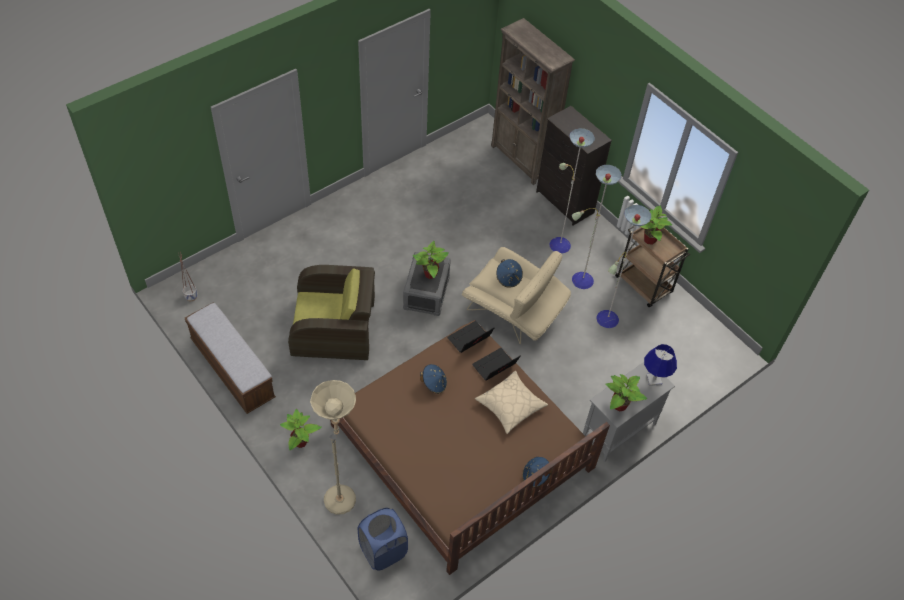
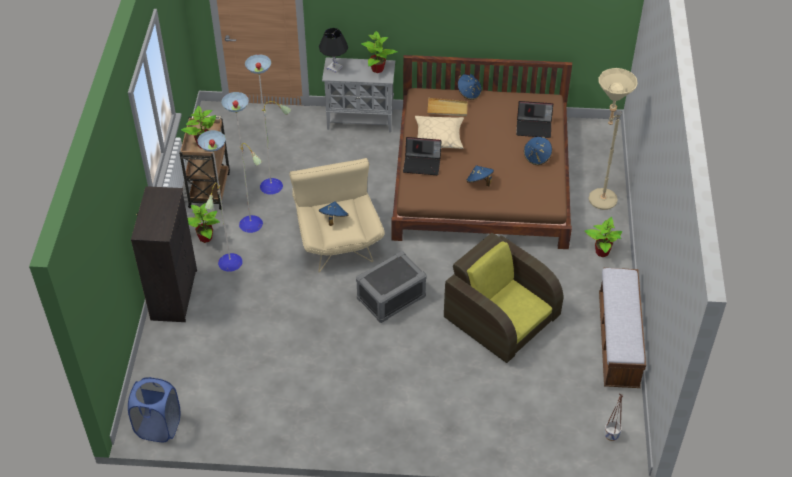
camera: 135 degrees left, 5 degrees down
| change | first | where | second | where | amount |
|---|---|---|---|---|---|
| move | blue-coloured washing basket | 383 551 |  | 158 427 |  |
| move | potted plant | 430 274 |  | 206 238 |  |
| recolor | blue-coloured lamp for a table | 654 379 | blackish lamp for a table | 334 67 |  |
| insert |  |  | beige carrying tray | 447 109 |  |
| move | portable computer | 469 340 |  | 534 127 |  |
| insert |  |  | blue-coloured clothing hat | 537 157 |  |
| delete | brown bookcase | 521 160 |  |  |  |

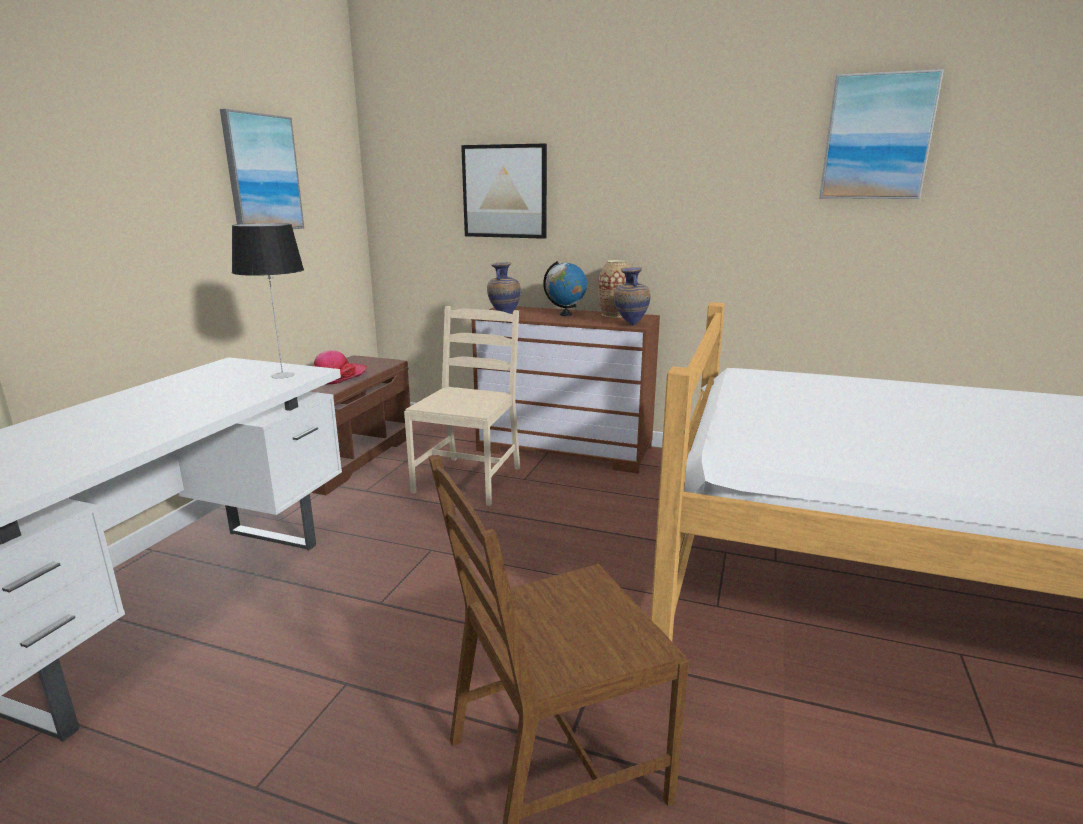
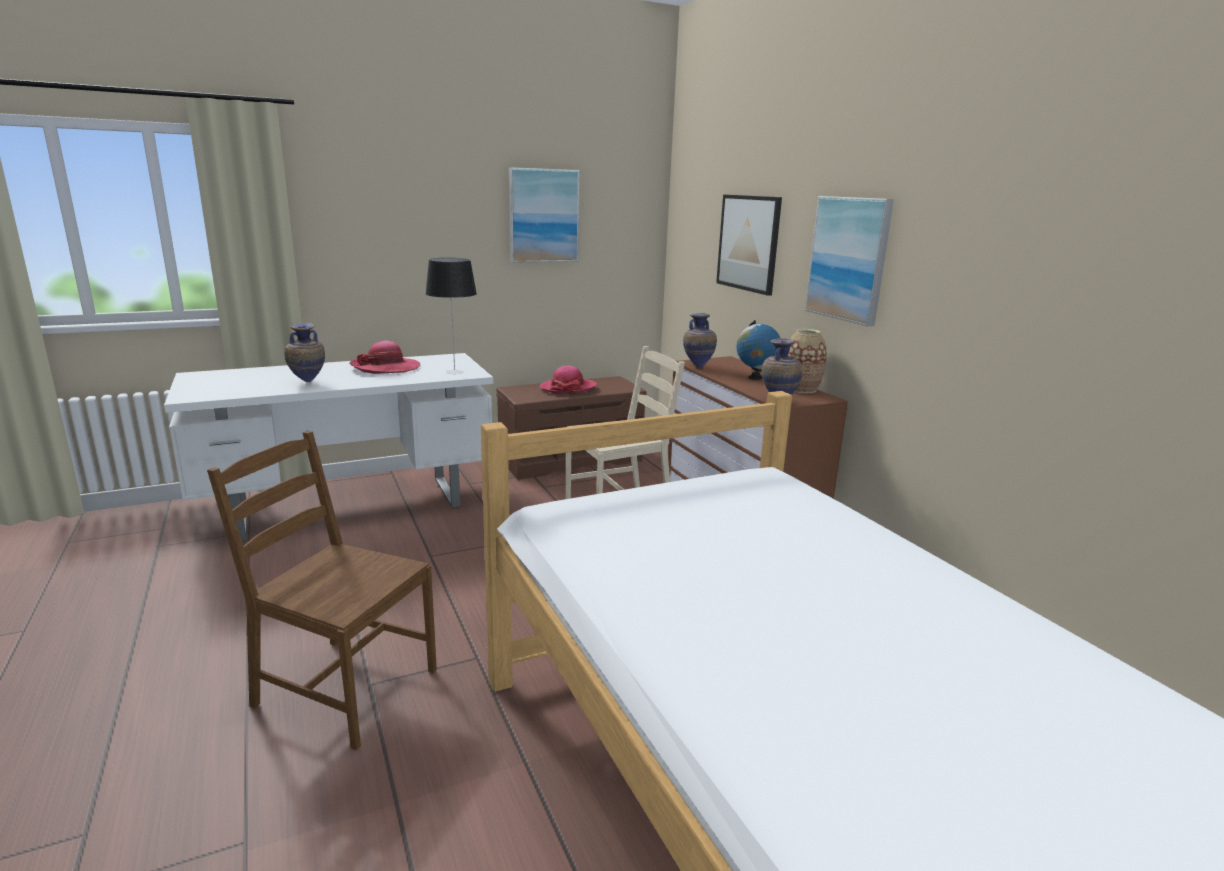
camera: 45 degrees right, 0 degrees up
| change | first | where | second | where | amount |
|---|---|---|---|---|---|
| insert |  |  | flower vase | 307 382 |  |
| insert |  |  | clothing hat | 386 368 |  |
| move | picture | 877 137 |  | 848 259 |  |

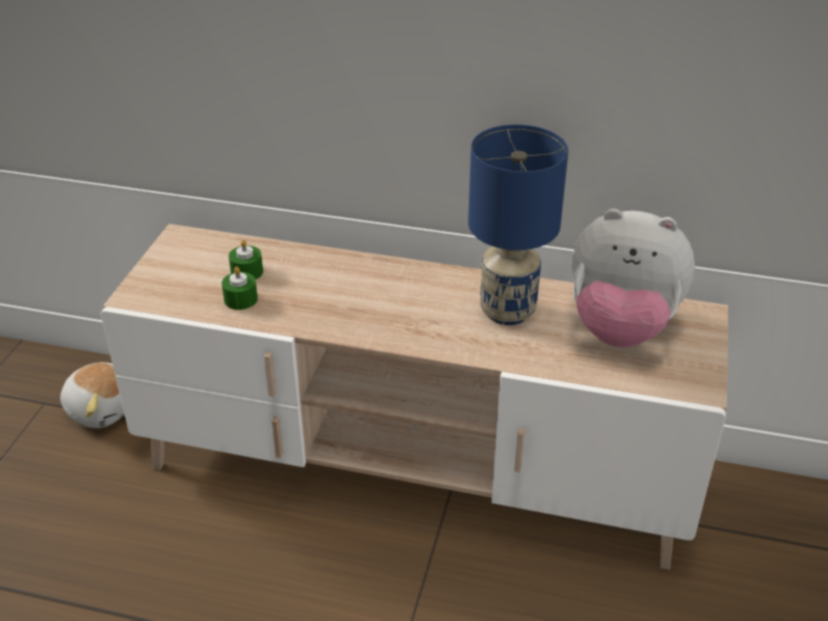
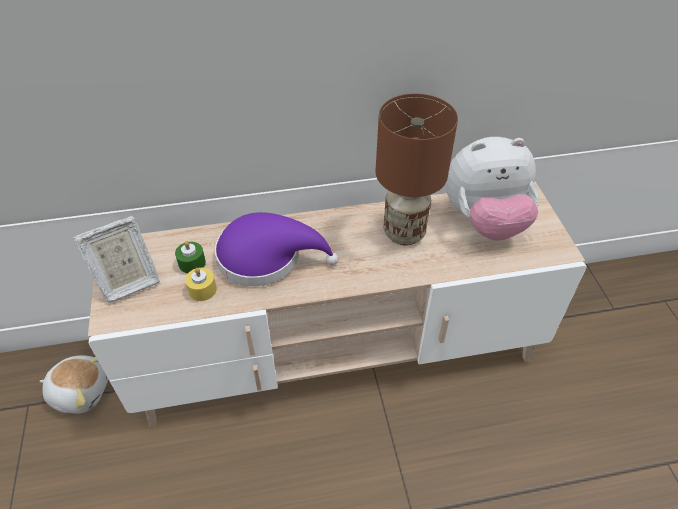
camera: 25 degrees left, 10 degrees up
| change | first | where | second | where | amount |
|---|---|---|---|---|---|
| insert |  |  | standing frame | 127 282 |  |
| recolor | greenish candle | 240 299 | yellowish candle | 202 290 |  |
| insert |  |  | purplish clothing hat | 266 257 |  |
| recolor | blue-coloured lamp for a table | 508 311 | brown lamp for a table | 404 232 |  |

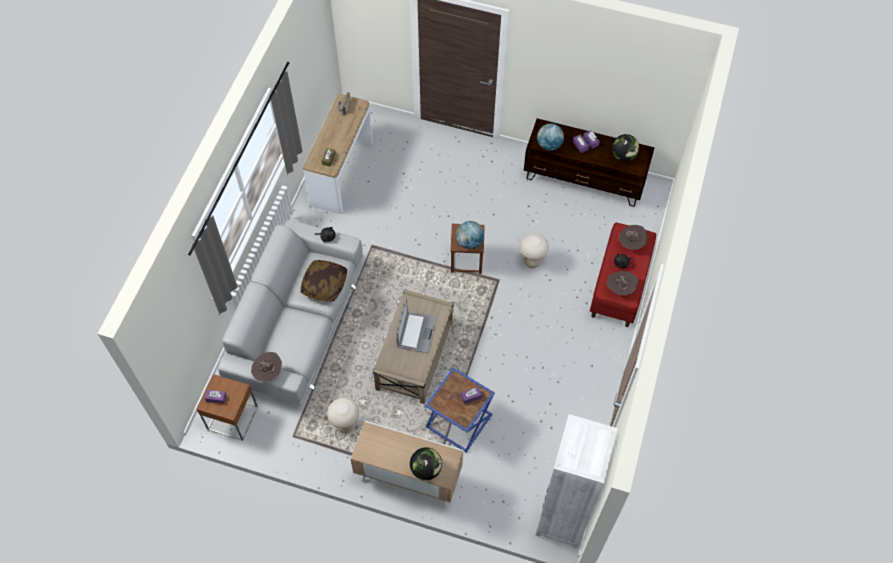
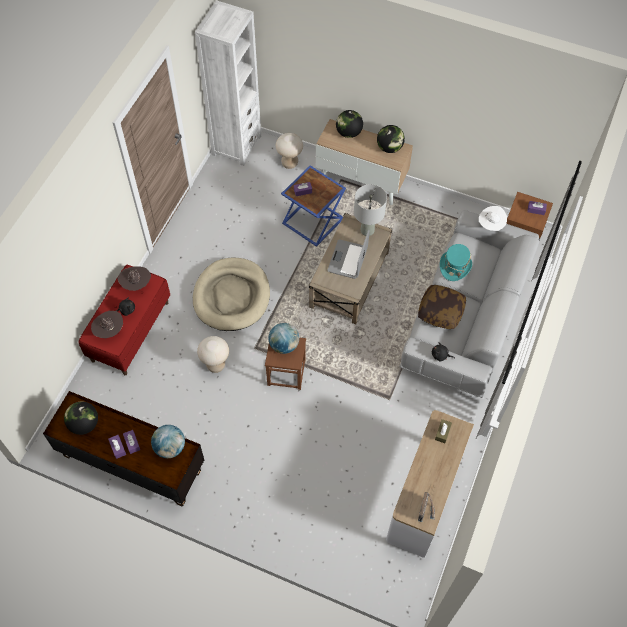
camera: 175 degrees left, 0 degrees up
| change | first | where | second | where | amount |
|---|---|---|---|---|---|
| insert |  |  | beige pet bed | 232 296 |  |
| move | beige stool | 345 425 |  | 289 163 |  |
| insert |  |  | gray lamp for a table | 367 231 |  |
| insert |  |  | world globe | 389 148 |  |
| insert |  |  | blue-green clothing hat | 455 266 |  |
| recolor | brown clothing hat | 268 372 | white clothing hat | 490 225 |  |

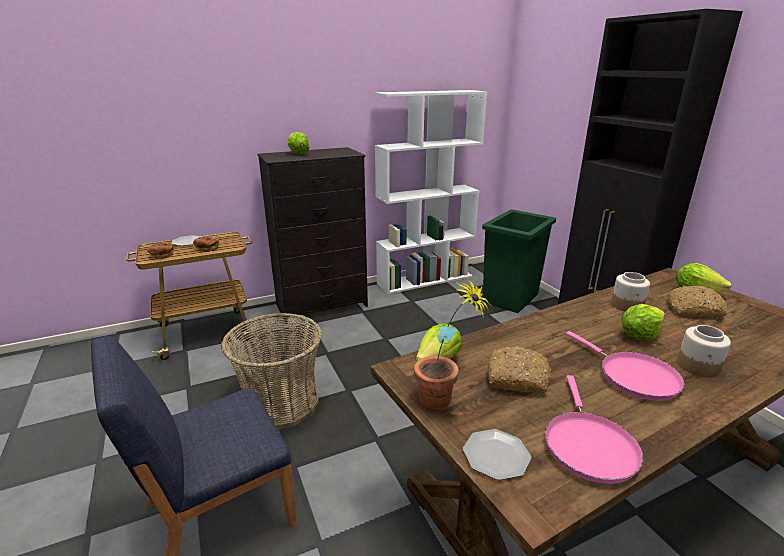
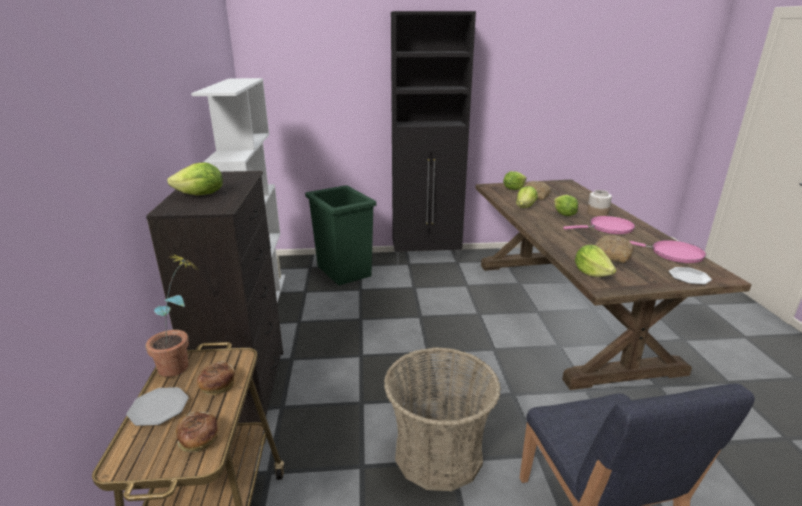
camera: 70 degrees left, 0 degrees up
| change | first | where | second | where | amount |
|---|---|---|---|---|---|
| move | potted plant | 443 403 |  | 183 364 |  |
| replace | jar | 627 305 | lettuce head | 525 207 |  |

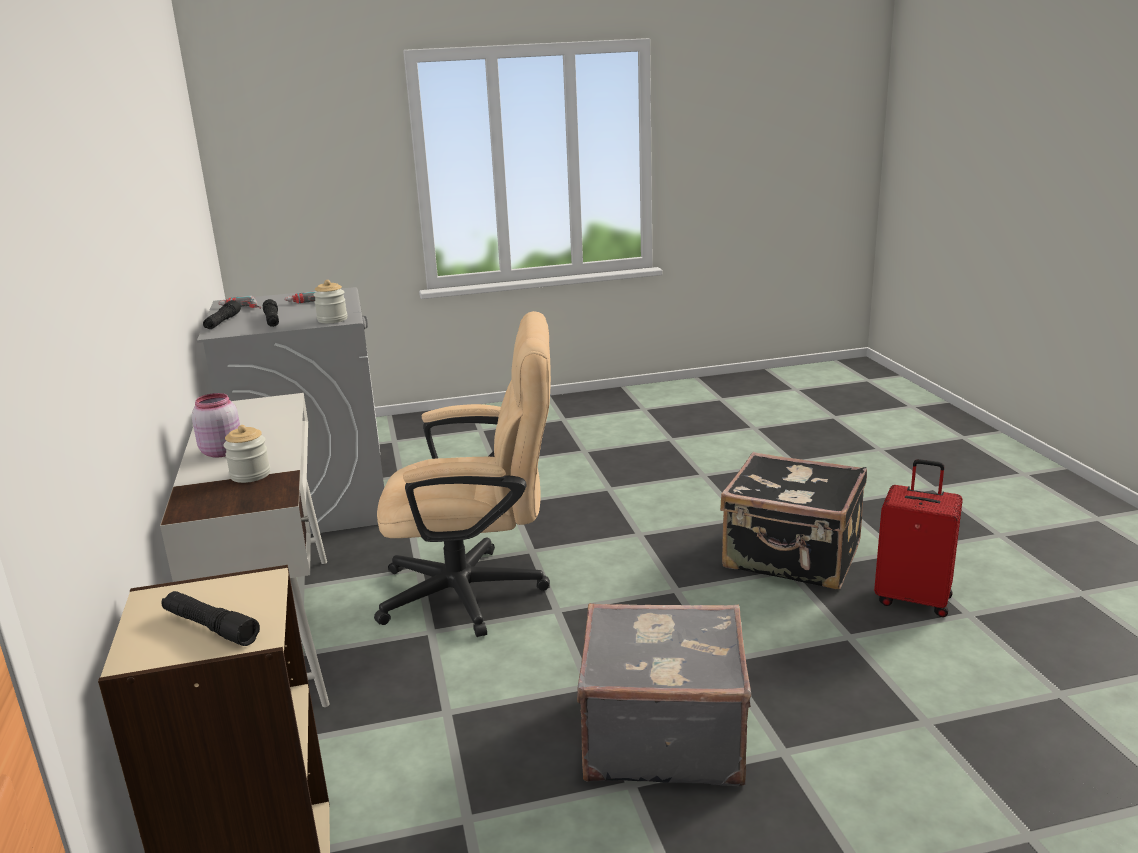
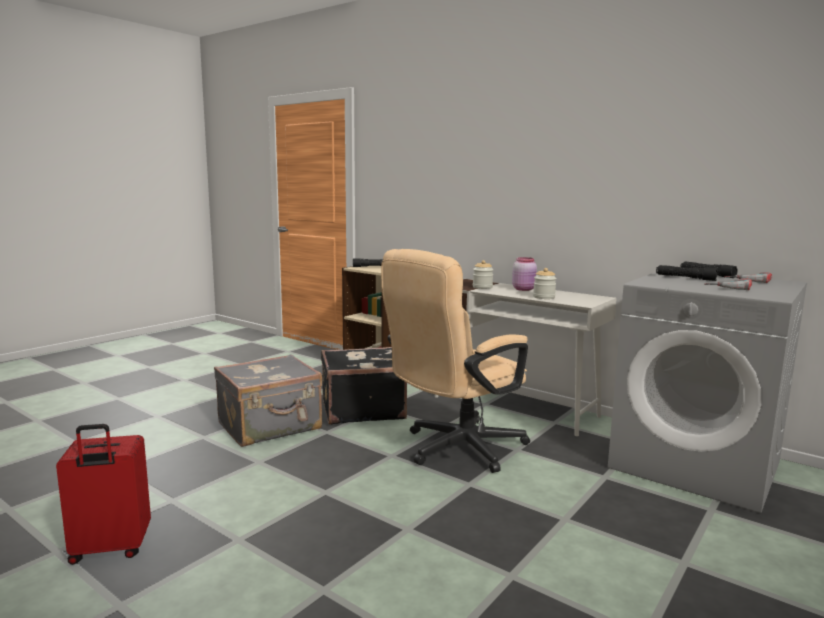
camera: 140 degrees right, 10 degrees down
| change | first | where | second | where | amount |
|---|---|---|---|---|---|
| move | blackish travel case | 792 557 |  | 362 409 |  |
| move | jar | 332 319 |  | 544 297 |  |

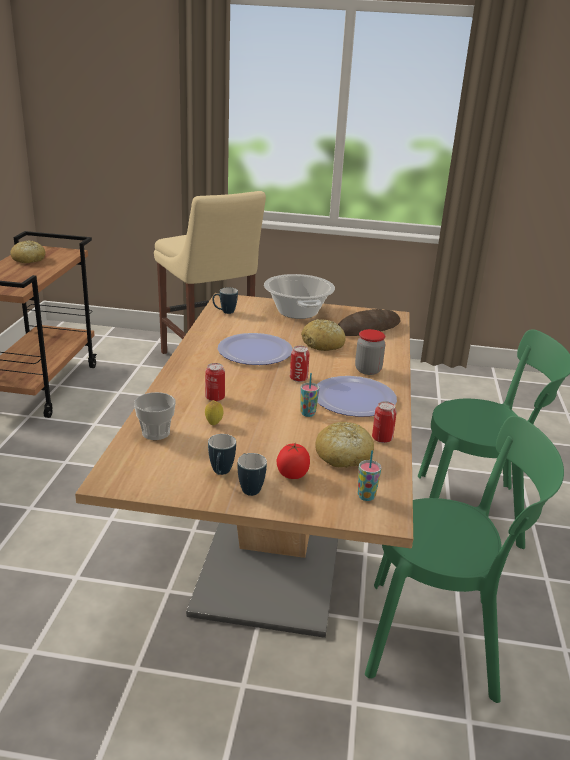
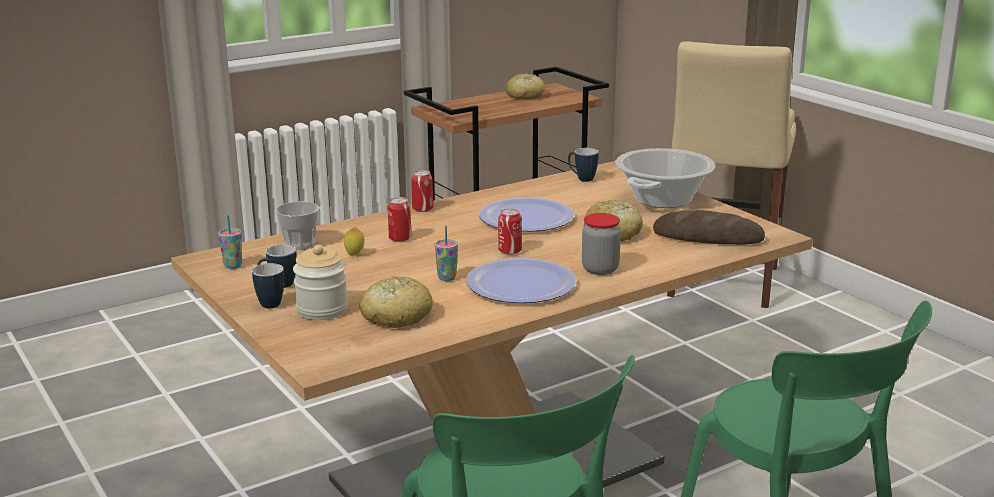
camera: 50 degrees right, 5 degrees down
| change | first | where | second | where | amount |
|---|---|---|---|---|---|
| move | cup | 366 496 |  | 233 266 |  |
| replace | whole tomato | 292 476 | jar | 322 310 |  |
| move | sealed can | 382 438 |  | 422 209 |  |

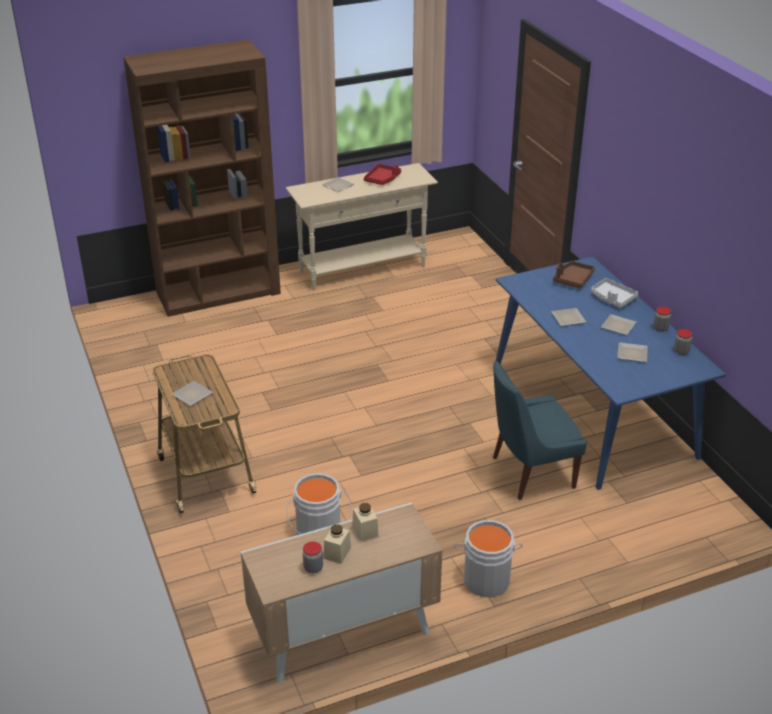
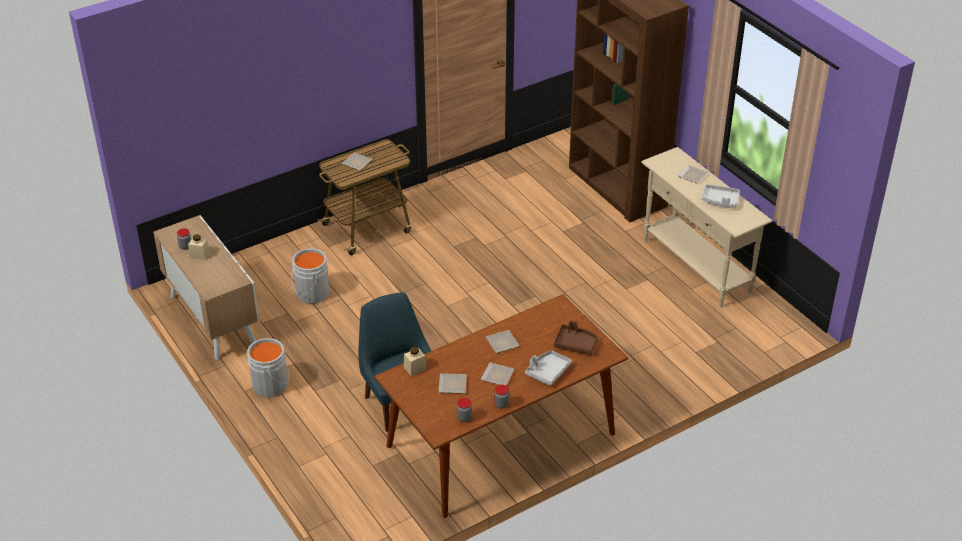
camera: 80 degrees right, 5 degrees up
| change | first | where | second | where | amount |
|---|---|---|---|---|---|
| recolor | blue-coloured dinner table | 592 411 | brown dinner table | 500 441 |  |
| move | beige jar | 365 531 |  | 415 368 |  |
| recolor | red-coloured carrying tray | 382 179 | gray carrying tray | 720 200 |  |

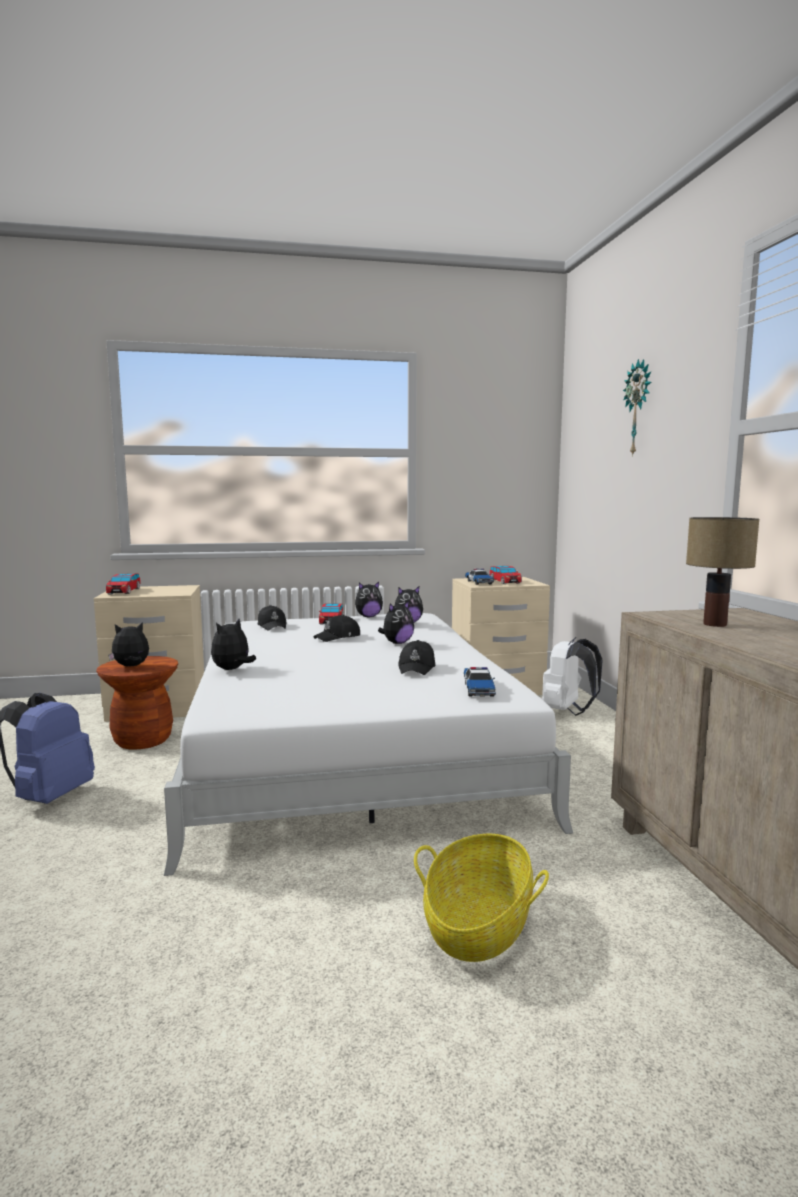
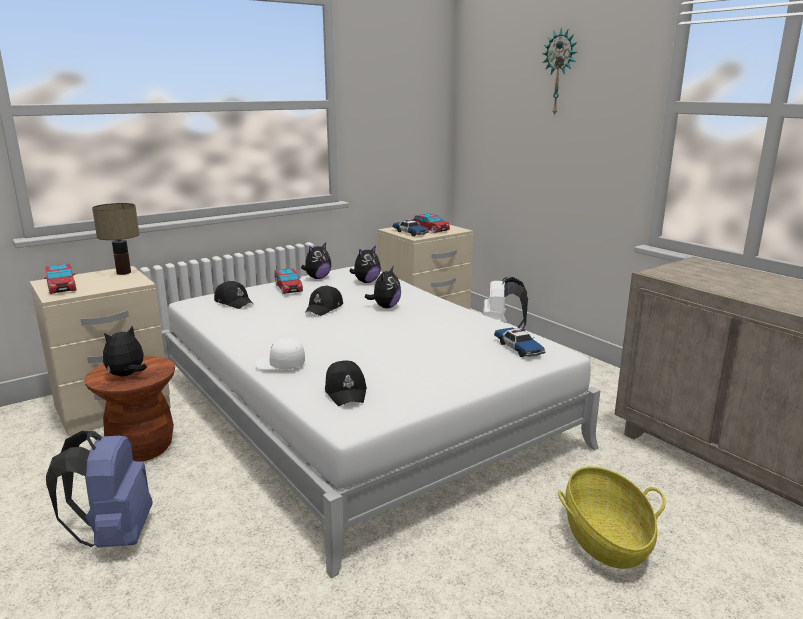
camera: 25 degrees left, 10 degrees up
| change | first | where | second | where | amount |
|---|---|---|---|---|---|
| move | lamp for a table | 714 624 |  | 123 273 |  |
| replace | cuddly toy | 232 669 | white baseball cap | 280 365 |  |
| move | blackish baseball cap | 417 668 |  | 346 391 |  |

